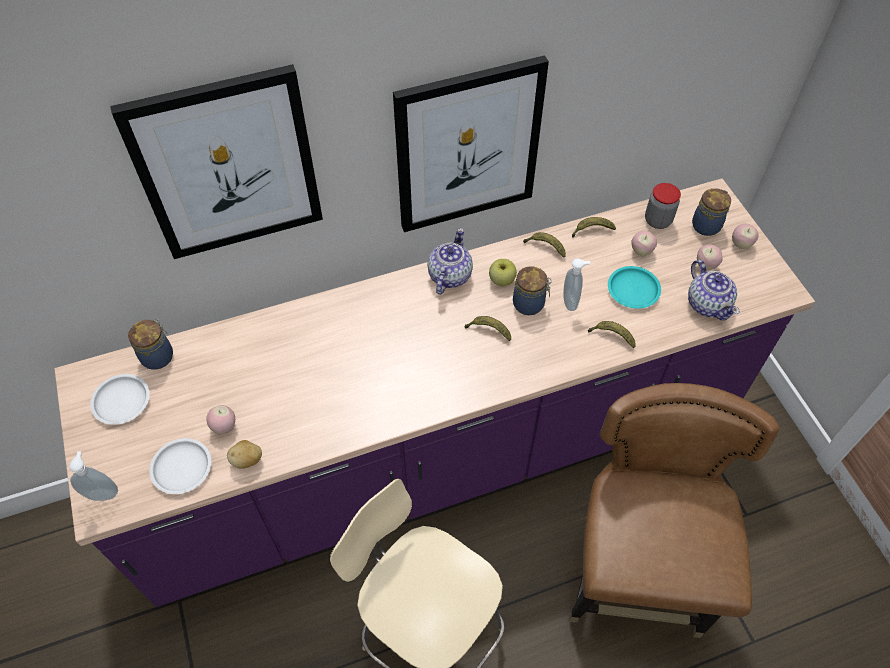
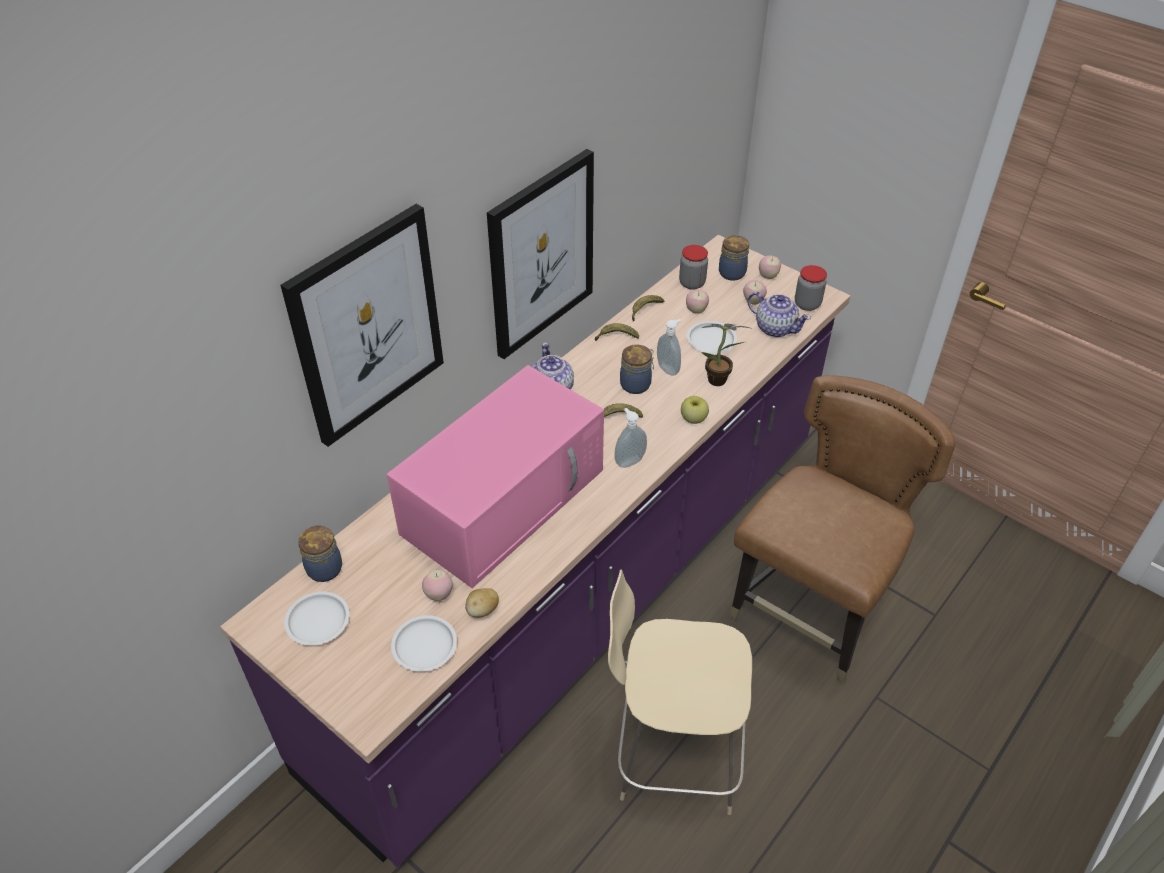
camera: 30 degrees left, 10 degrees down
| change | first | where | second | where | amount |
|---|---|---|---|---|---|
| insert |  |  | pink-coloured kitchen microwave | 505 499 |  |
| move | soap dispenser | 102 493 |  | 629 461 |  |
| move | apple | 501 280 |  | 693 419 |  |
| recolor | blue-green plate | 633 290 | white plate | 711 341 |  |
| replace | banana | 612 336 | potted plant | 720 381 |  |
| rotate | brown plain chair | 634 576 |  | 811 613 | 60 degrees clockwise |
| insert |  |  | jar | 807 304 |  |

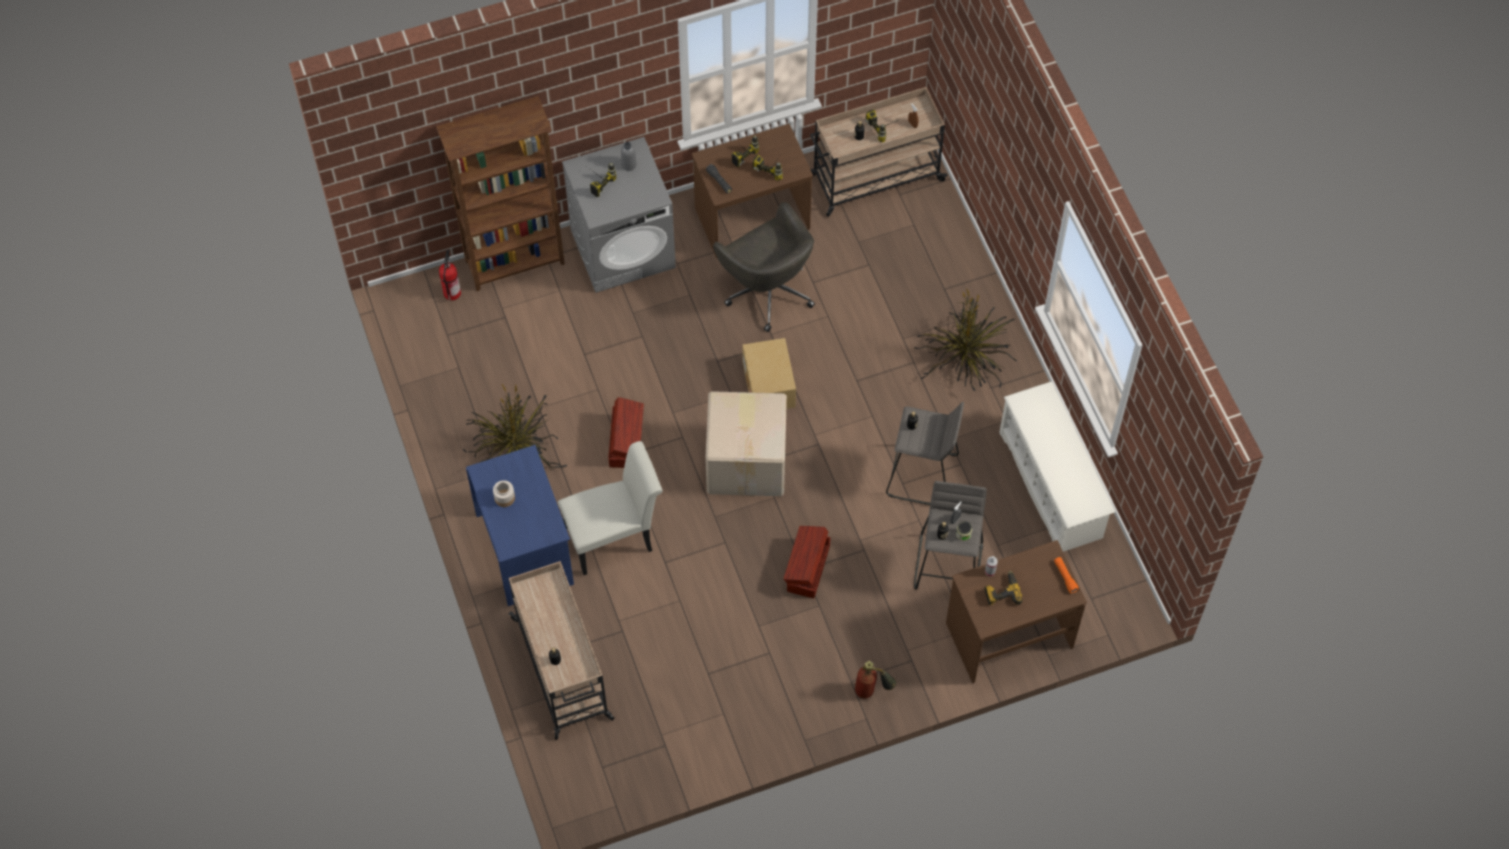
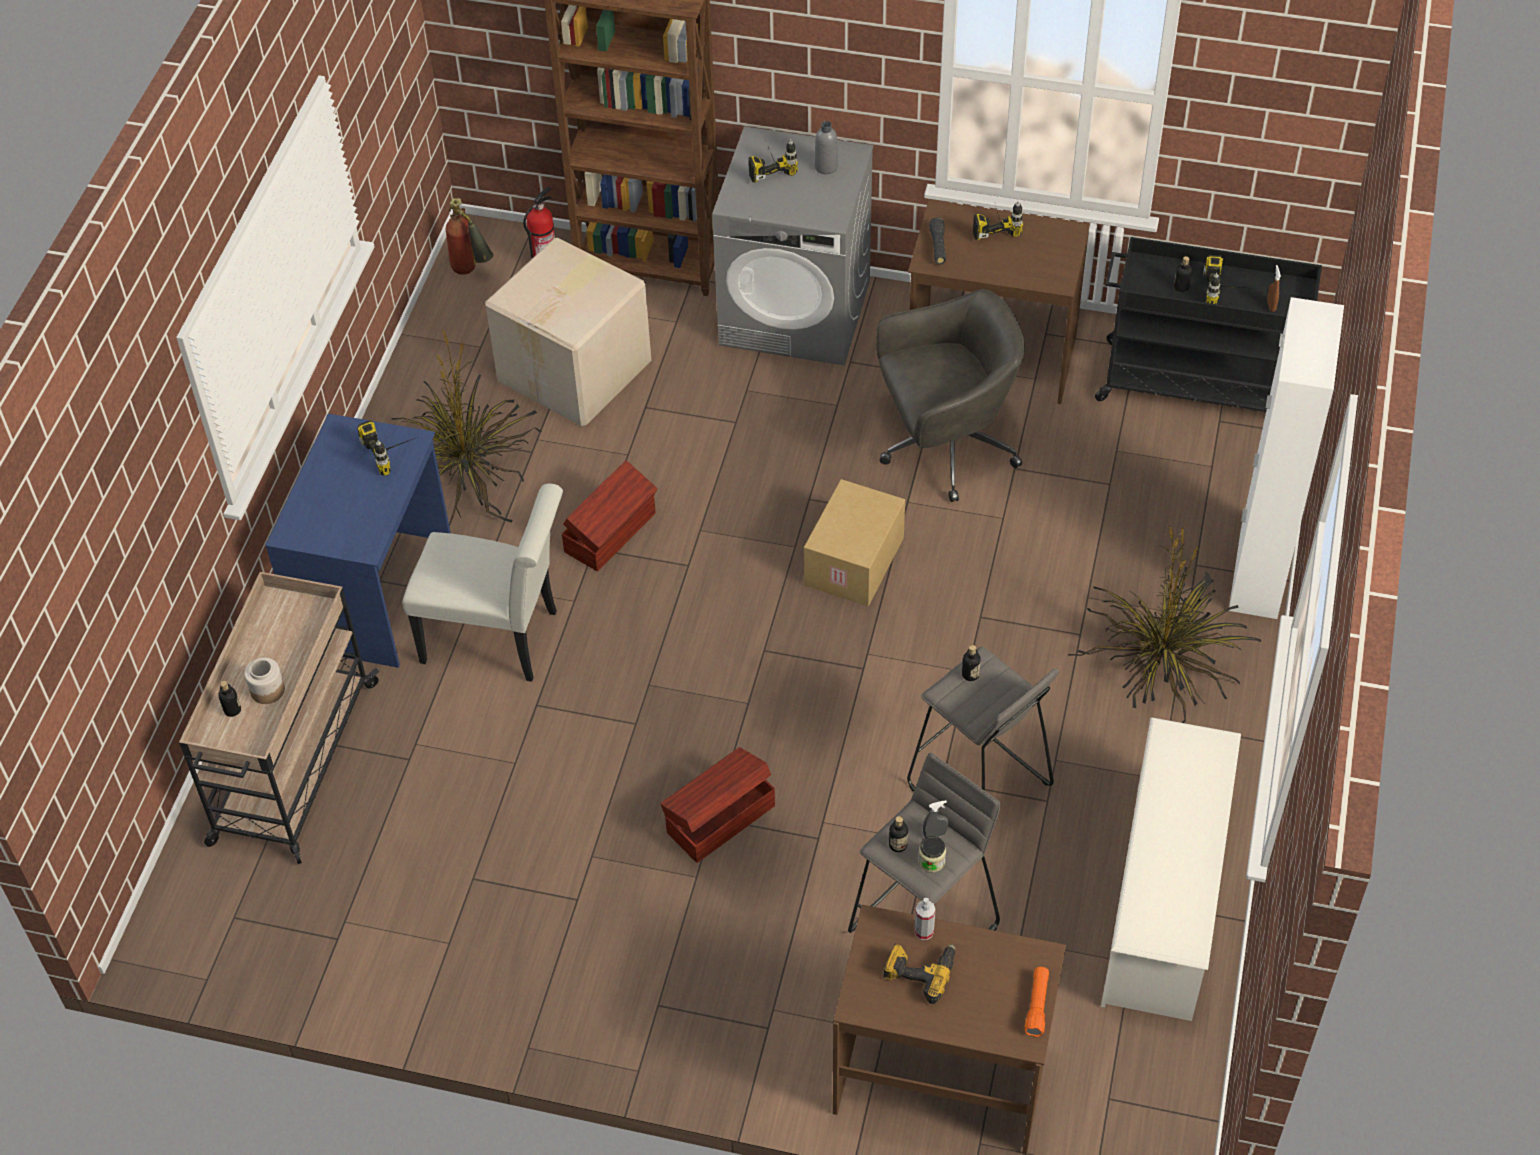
camera: 35 degrees right, 10 degrees down
| change | first | where | second | where | amount |
|---|---|---|---|---|---|
| move | jar | 504 498 |  | 267 690 |  |
| move | power drill | 773 165 |  | 395 452 |  |
| move | extinguisher | 872 691 |  | 472 272 |  |
| move | carton | 747 461 |  | 577 371 |  |
| rotate | gray computer chair | 767 290 |  | 945 448 | 105 degrees counterclockwise |
| recolor | beige cart | 874 178 | blackish cart | 1198 385 |  |
| insert |  |  | white cabinet | 1258 574 |  |

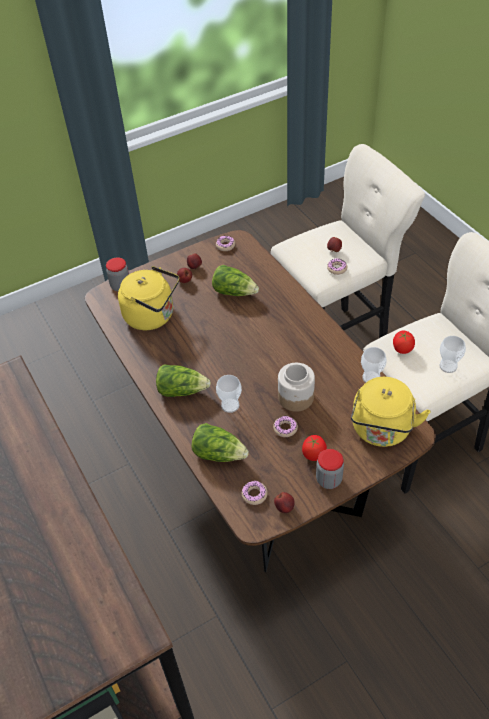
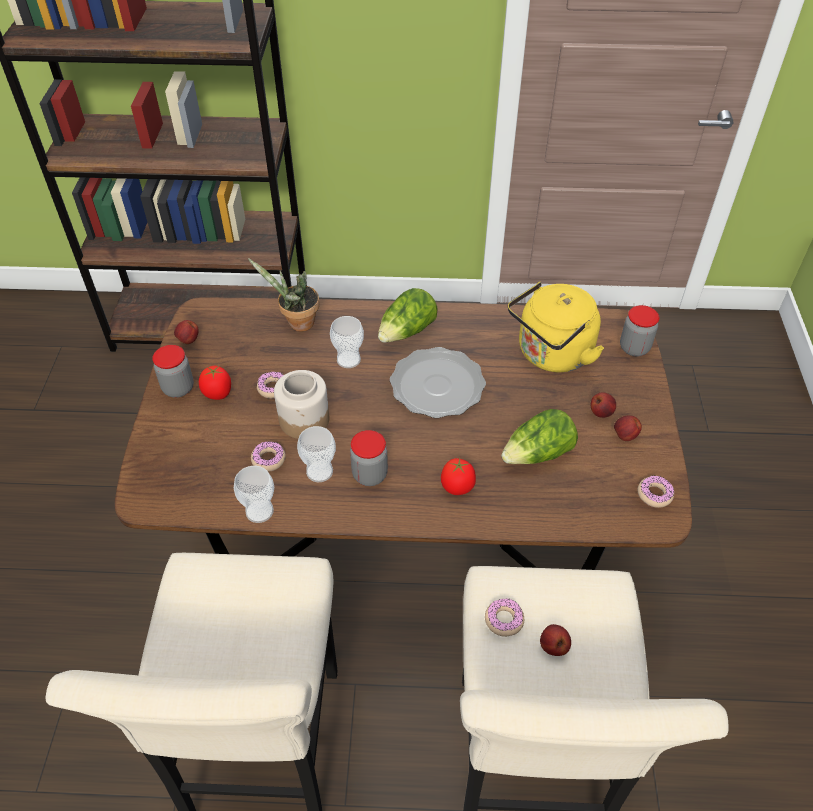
camera: 120 degrees right, 0 degrees up
| change | first | where | second | where | amount |
|---|---|---|---|---|---|
| replace | lettuce head | 219 453 | potted plant | 297 324 |  |
| move | donut | 254 494 |  | 268 459 |  |
| move | cup | 448 366 |  | 319 471 |  |
| insert |  |  | jar | 370 475 |  |
| insert |  |  | plate | 438 386 |  |
| move | whole tomato | 402 349 |  | 457 487 |  |
| delete | yellowish kettle | 381 431 |  |  |  |

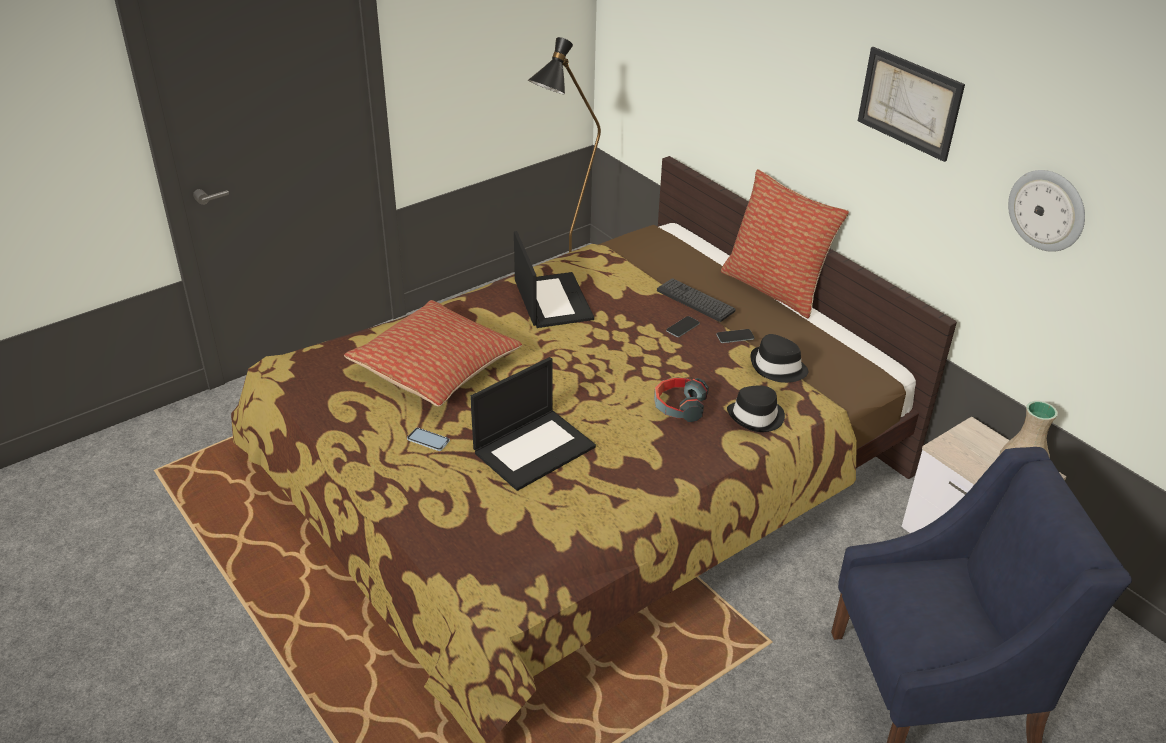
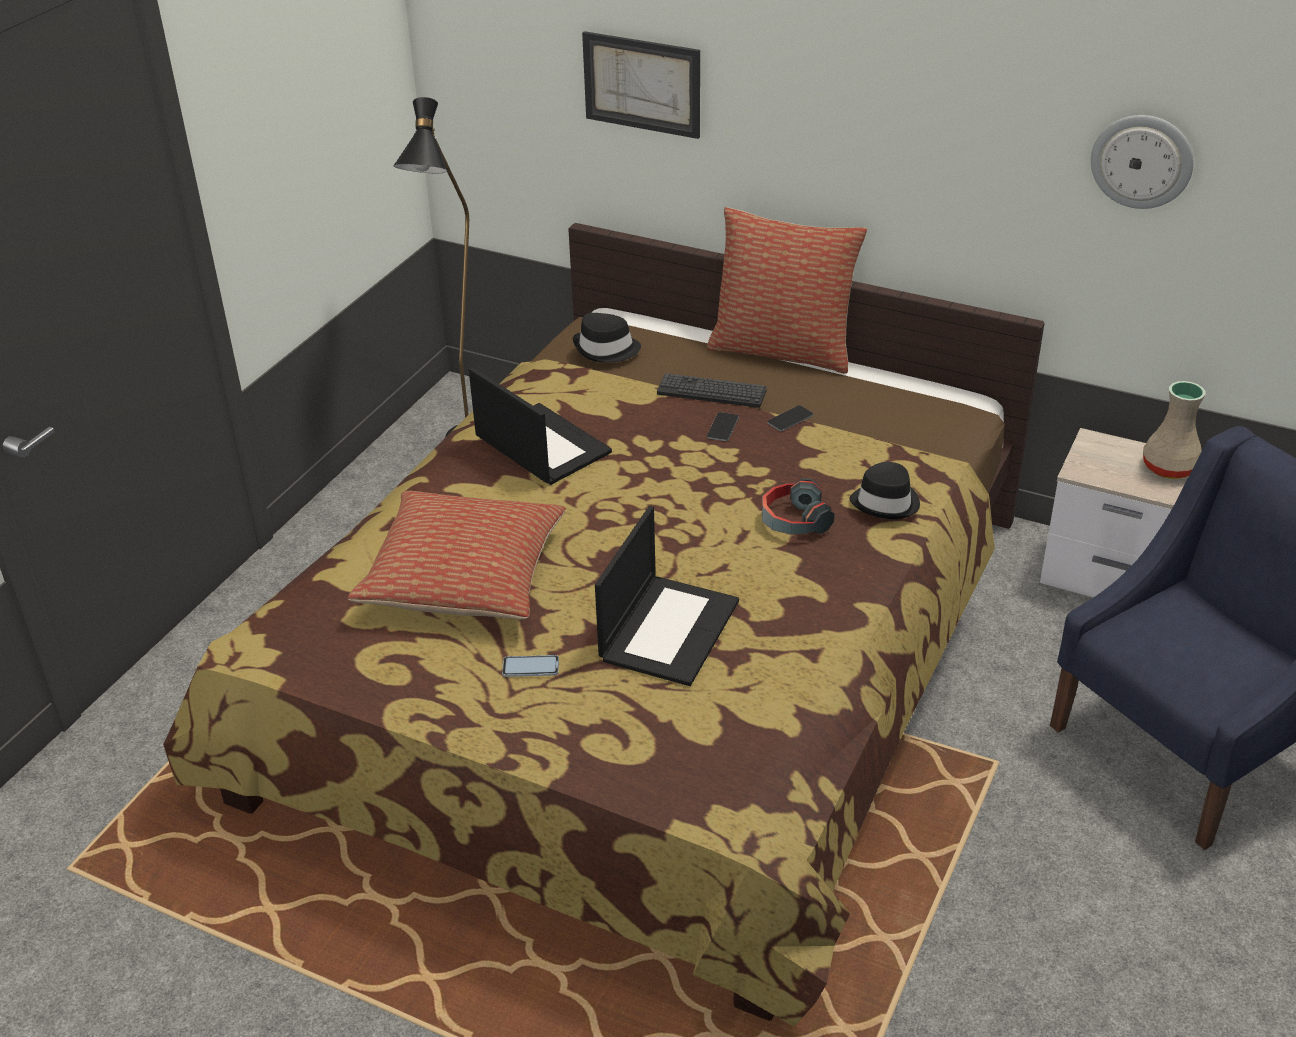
camera: 25 degrees left, 0 degrees up
| change | first | where | second | where | amount |
|---|---|---|---|---|---|
| move | blackish clothing hat | 777 368 |  | 606 349 |  |
| move | picture | 909 103 |  | 642 84 |  |

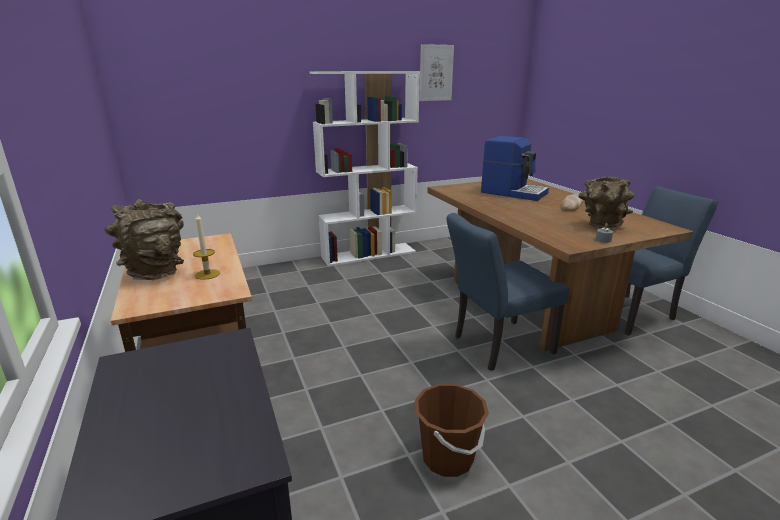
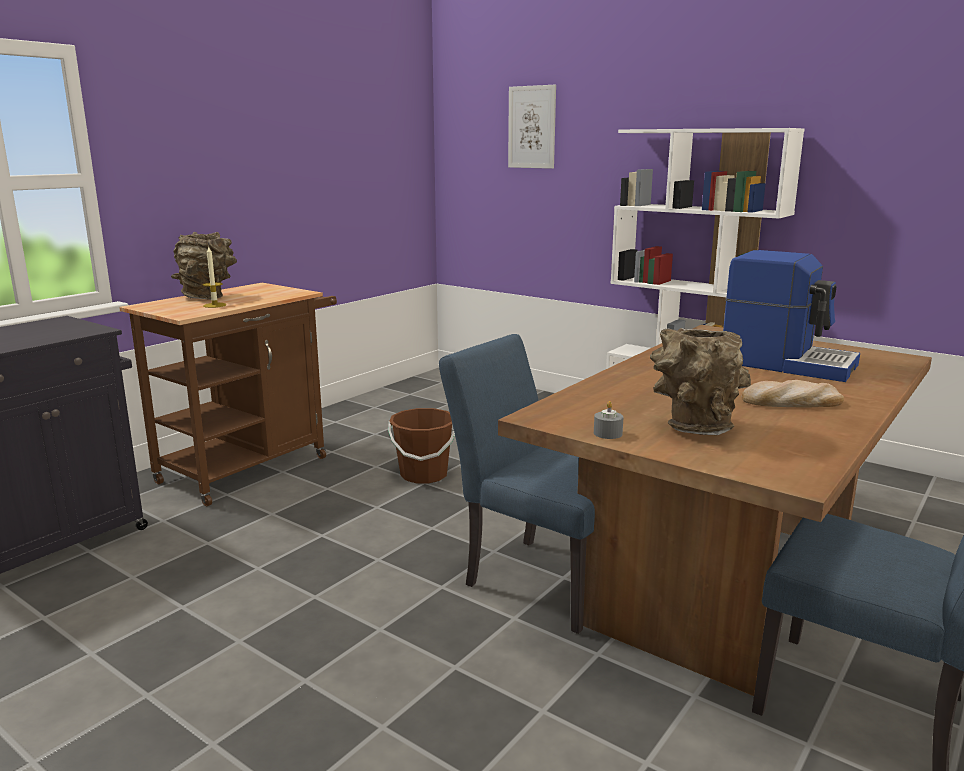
camera: 60 degrees right, 5 degrees down
| change | first | where | second | where | amount |
|---|---|---|---|---|---|
| move | brown pail | 448 458 |  | 424 475 |  |
| move | picture | 436 73 |  | 532 127 |  |
| rotate | coffee brewer | 513 192 |  | 787 363 | 60 degrees counterclockwise |

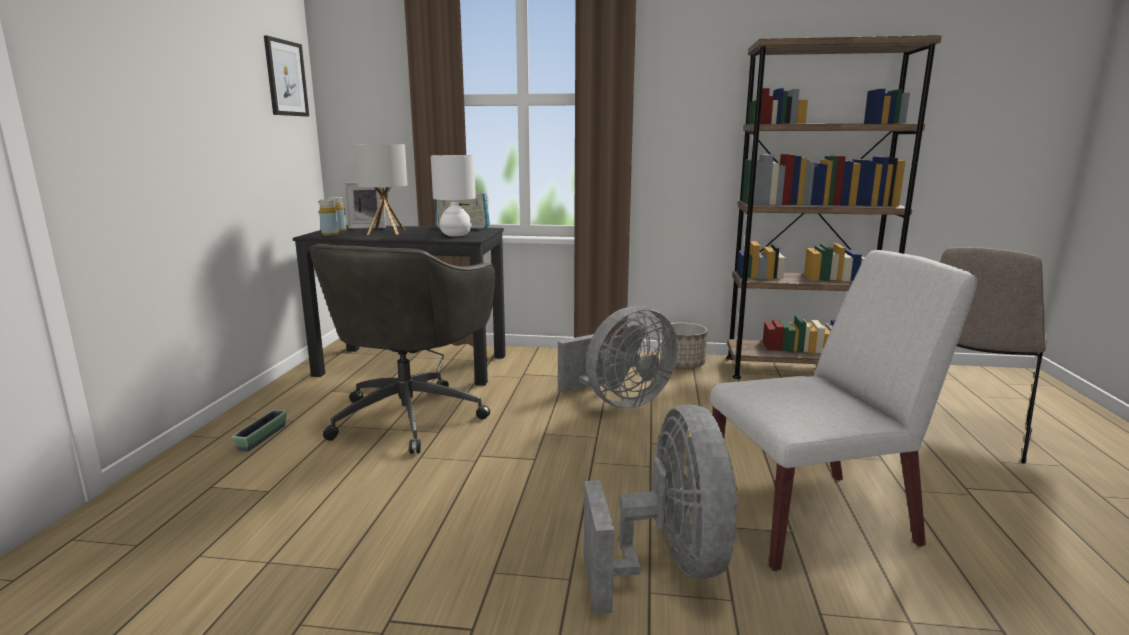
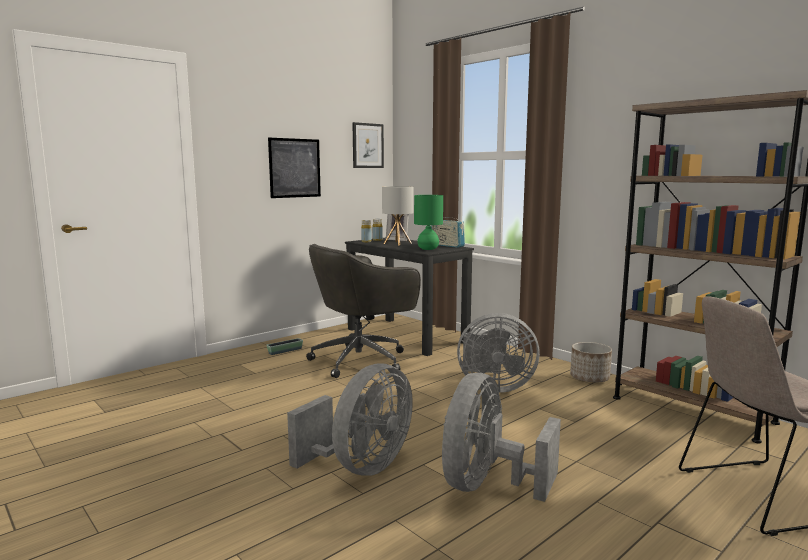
camera: 40 degrees right, 5 degrees down
| change | first | where | second | where | amount |
|---|---|---|---|---|---|
| insert |  |  | picture | 295 168 |  |
| recolor | white lamp for a table | 456 235 | greenish lamp for a table | 428 249 |  |
| replace | white plain chair | 812 519 | gray cooling fan | 487 485 |  |

